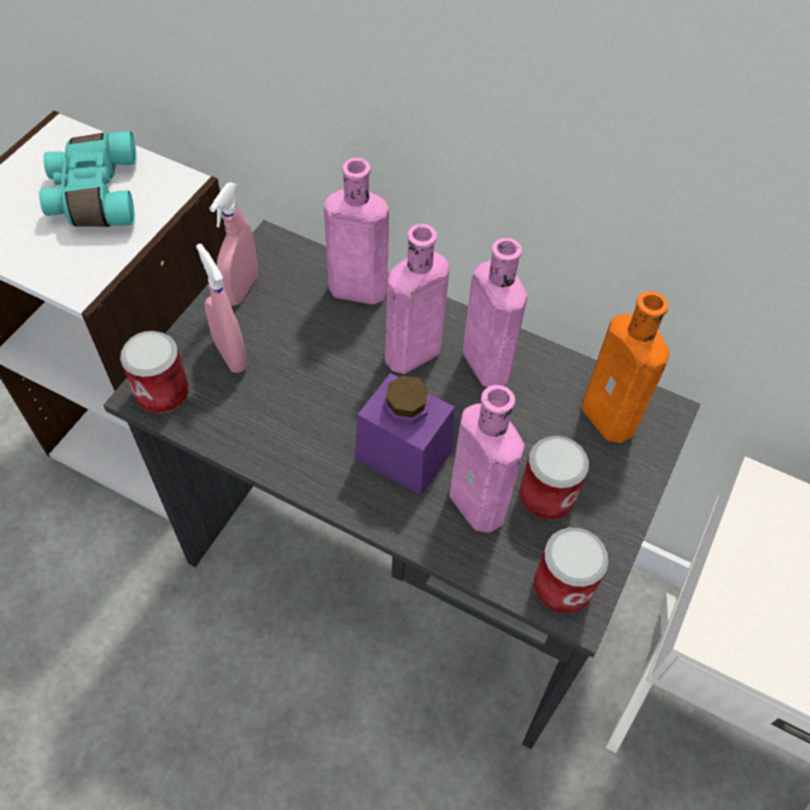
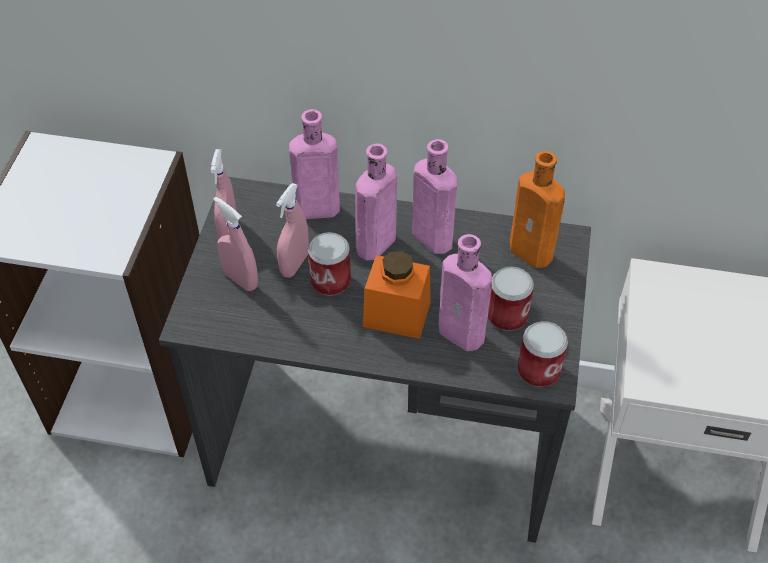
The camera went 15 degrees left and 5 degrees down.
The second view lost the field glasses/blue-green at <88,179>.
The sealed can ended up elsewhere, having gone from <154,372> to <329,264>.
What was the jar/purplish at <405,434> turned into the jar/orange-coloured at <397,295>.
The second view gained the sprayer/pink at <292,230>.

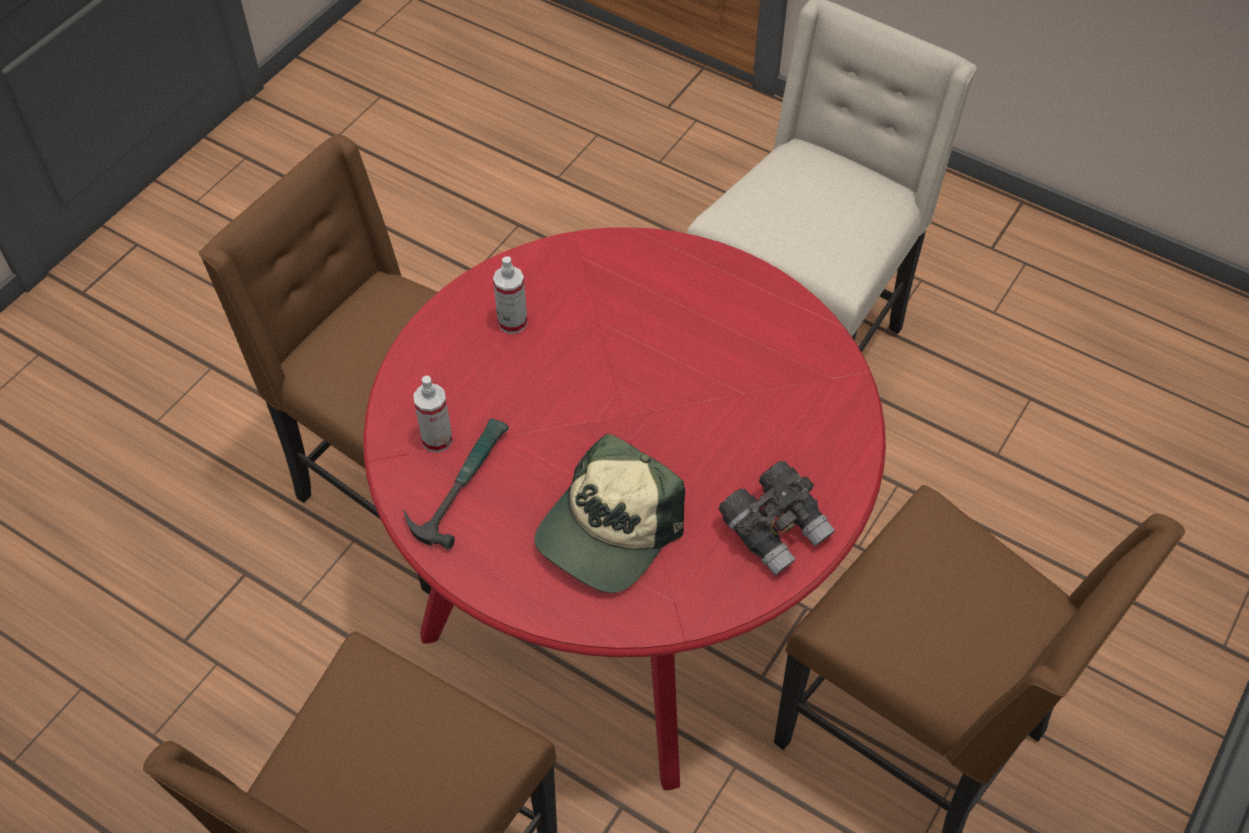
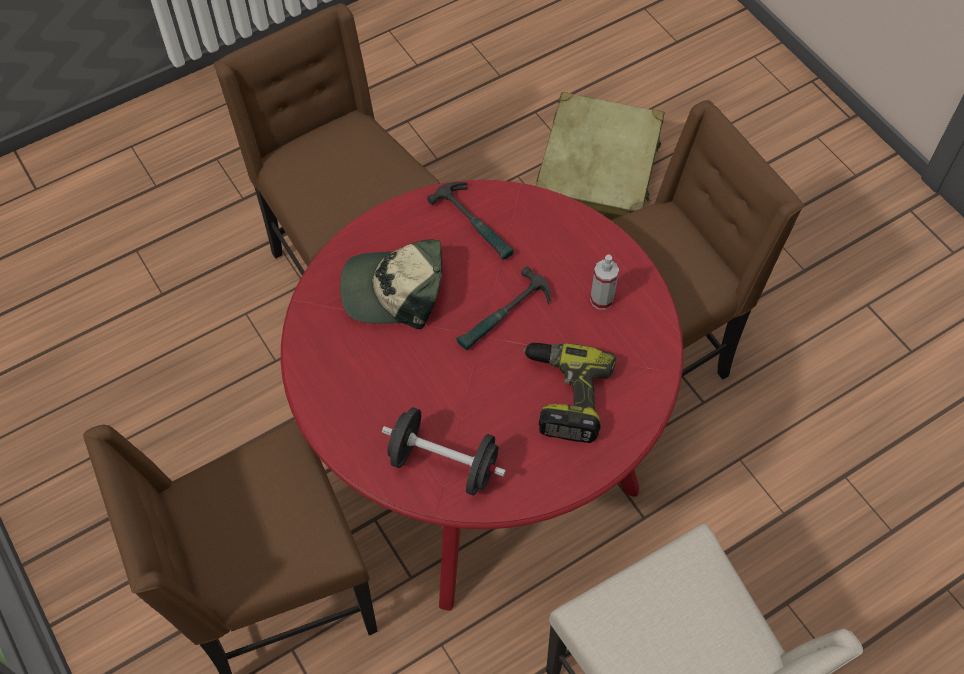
The camera went 115 degrees right and 5 degrees up.
The second view lost the sprayer at <433,414>.
The baseball cap at <609,513> ended up facing another way, 60 degrees counterclockwise from before.
The second view lost the field glasses/gray at <777,518>.
The second view gained the dumbbell/black at <444,451>.
The second view gained the tool hammer at <503,308>.
The second view gained the drill at <569,393>.
The second view gained the travel case/sand-coloured at <600,156>.

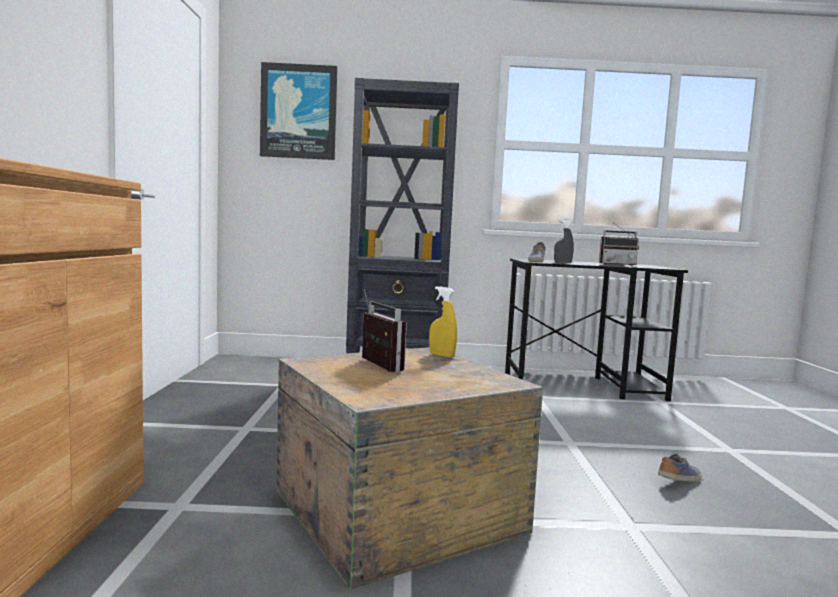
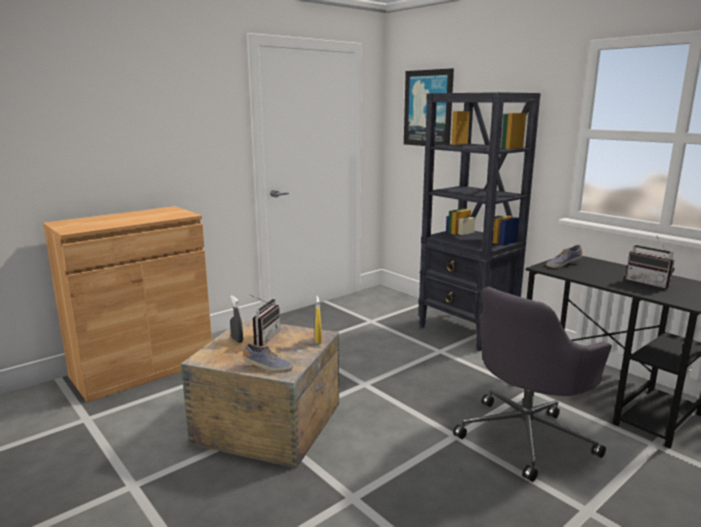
The camera went 50 degrees right and 10 degrees up.
The sprayer/gray ended up elsewhere, having gone from <564,241> to <236,319>.
The item of footwear ended up elsewhere, having gone from <680,468> to <267,358>.
The second view gained the computer chair/gray at <532,384>.

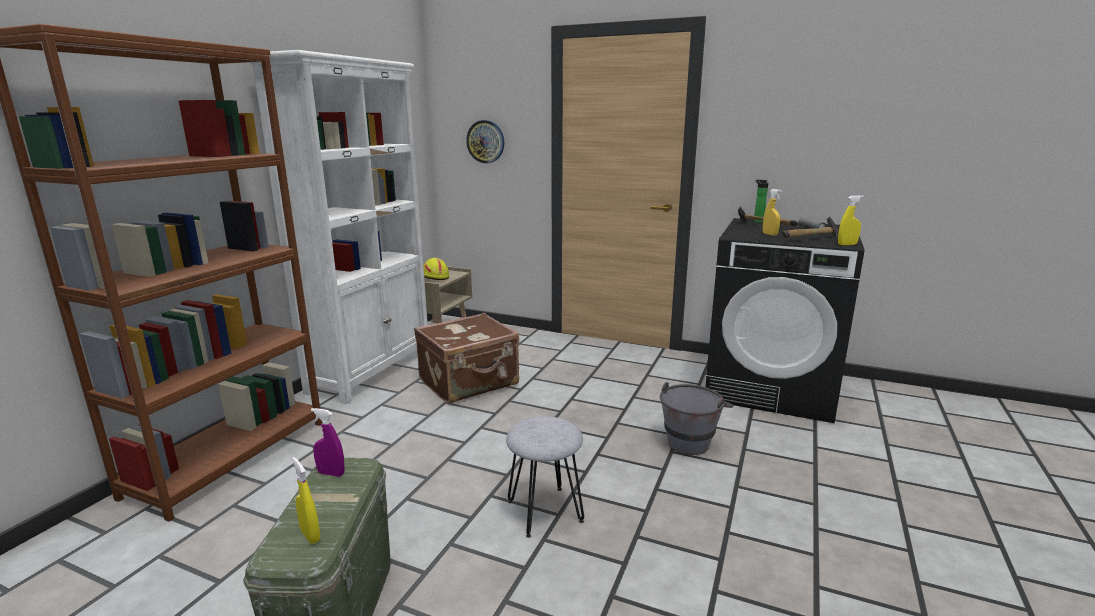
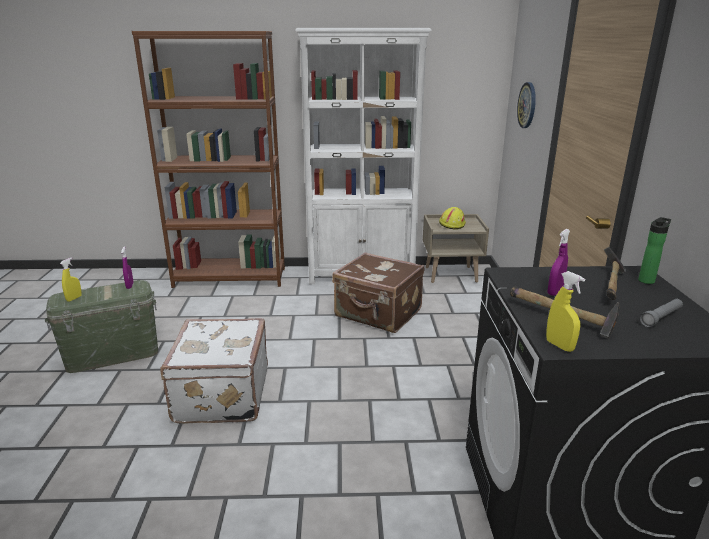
The camera went 65 degrees right and 5 degrees up.
Where the sitting stool/gray stood at <545,477>, the travel case/white-coloured came to stand at <214,371>.
The second view lost the pail/gray at <696,418>.
What was the sprayer/yellow-coloured at <772,212> turned into the sprayer/purplish at <559,262>.

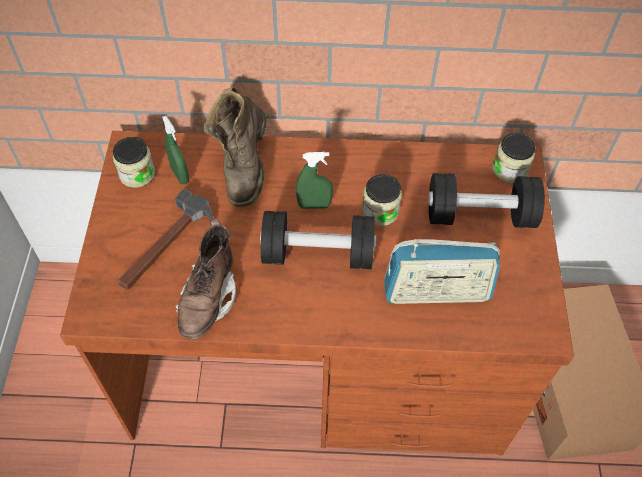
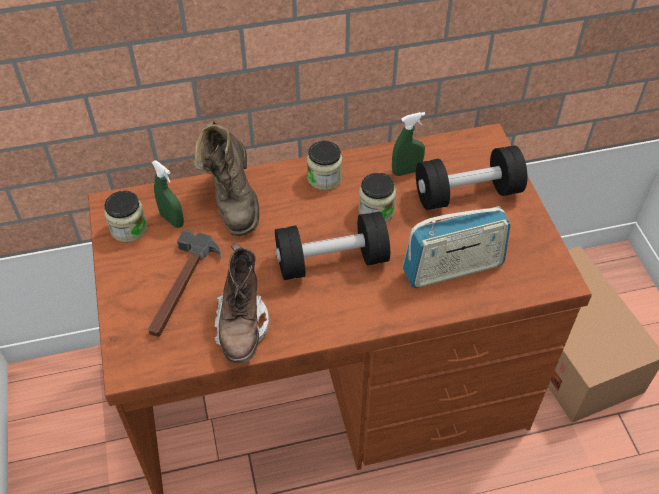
The camera went 15 degrees left and 5 degrees down.
The sprayer/greenish ended up elsewhere, having gone from <314,180> to <408,144>.
The jar ended up elsewhere, having gone from <513,158> to <325,165>.

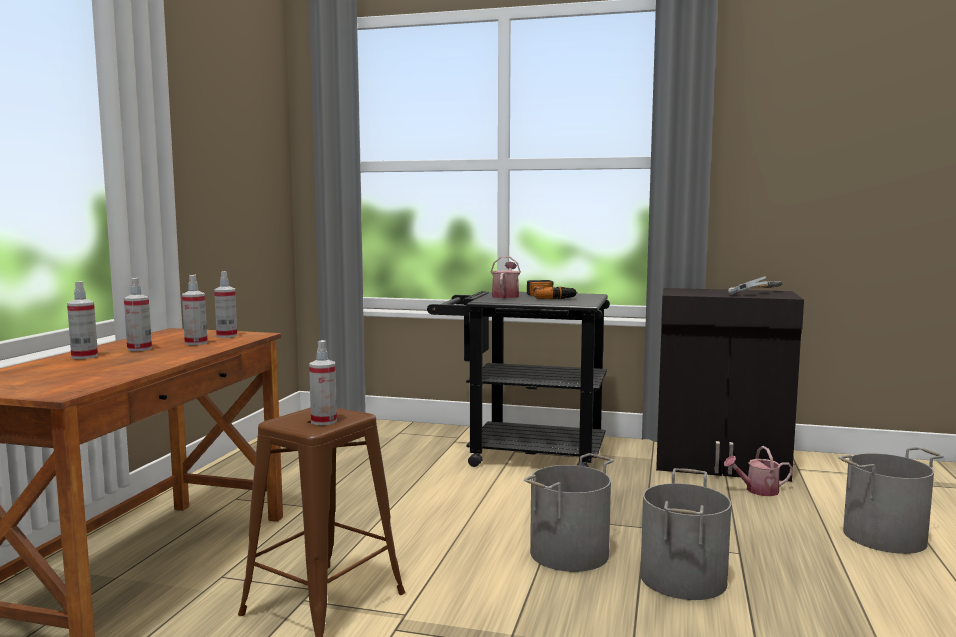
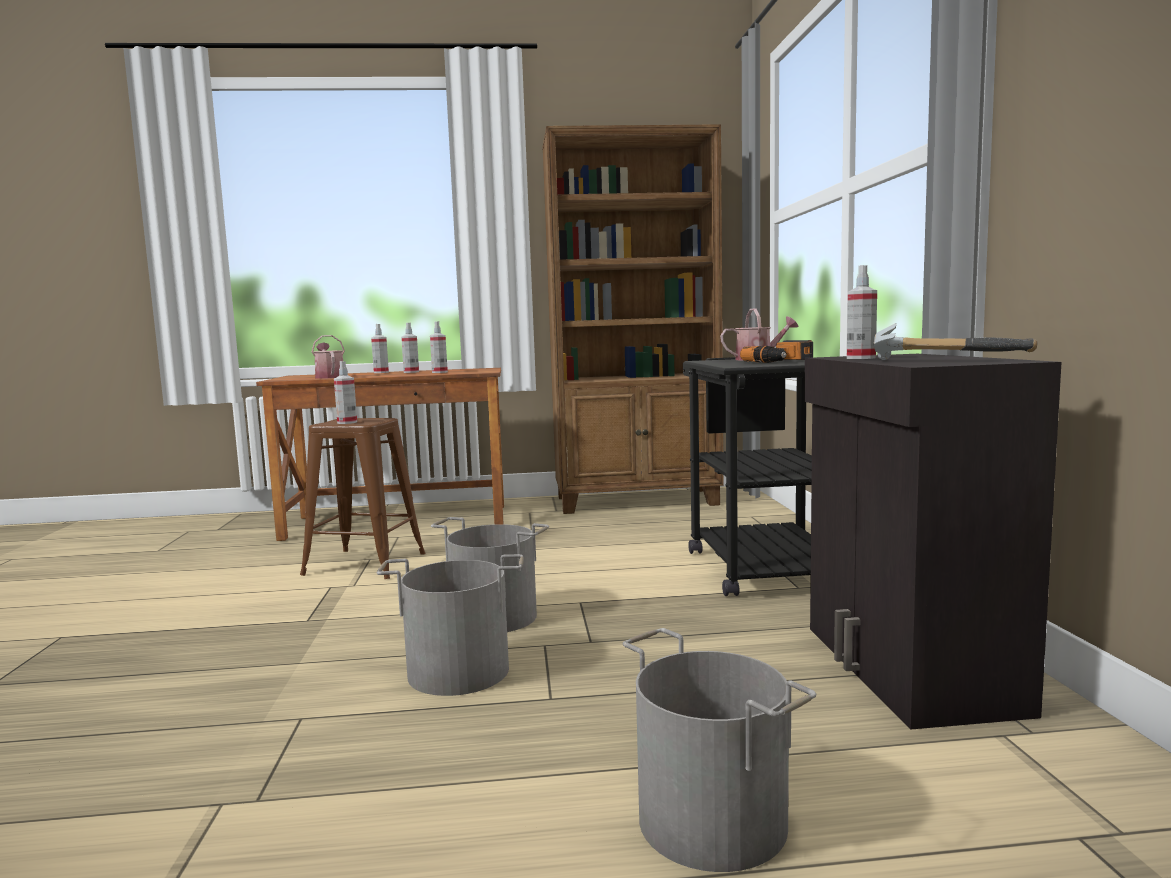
The camera went 70 degrees right and 0 degrees up.
The sprayer ended up elsewhere, having gone from <225,304> to <862,312>.
The watering can ended up elsewhere, having gone from <758,471> to <328,357>.
The second view gained the shelving unit/brown-coloured at <633,319>.

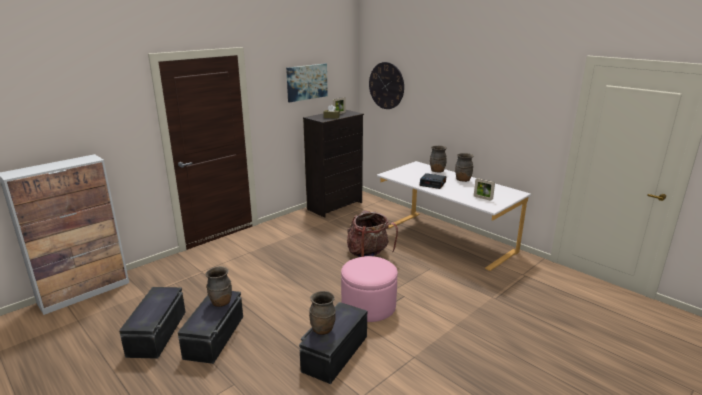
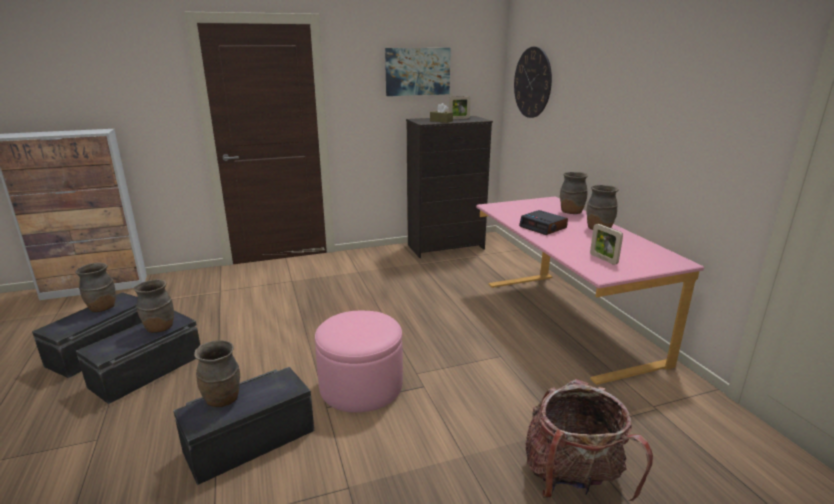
The camera went 25 degrees right and 0 degrees up.
The knapsack ended up elsewhere, having gone from <372,234> to <589,440>.
What was the desk unit/white-coloured at <454,216> turned into the desk unit/pink at <590,290>.
The second view gained the vase/brown-coloured at <95,287>.

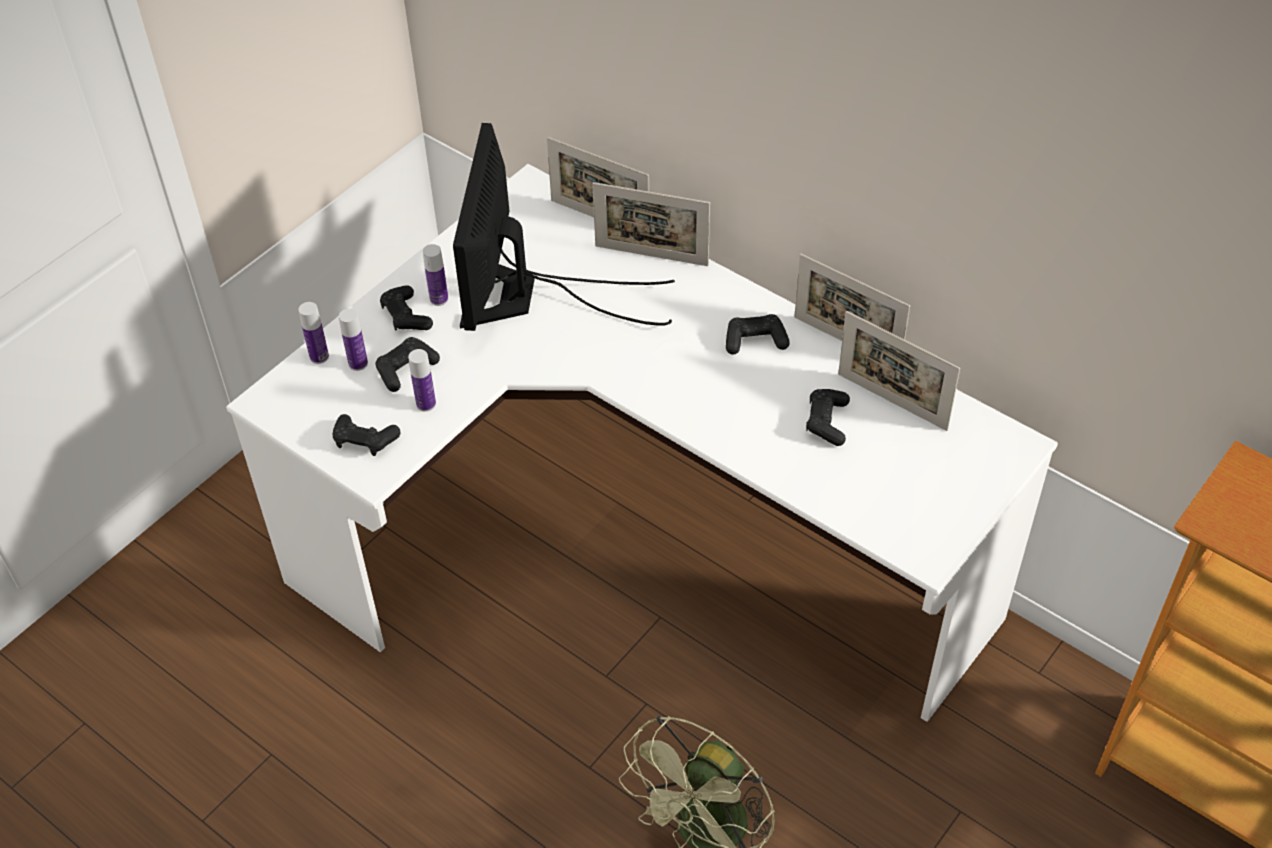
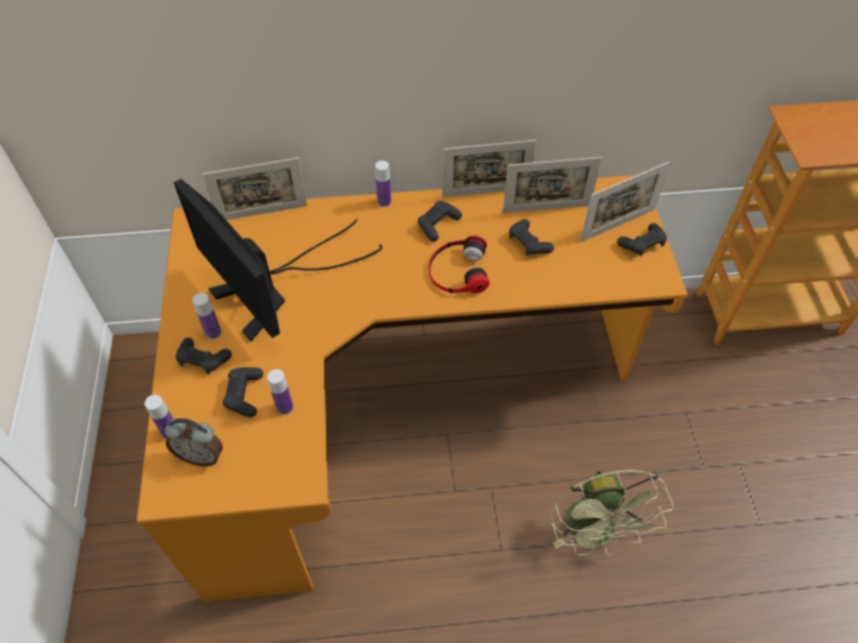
The camera went 45 degrees left and 5 degrees up.
What was the desk unit/white-coloured at <642,443> turned into the desk unit/orange-coloured at <412,388>.
The gamepad/black ended up elsewhere, having gone from <366,435> to <642,239>.
The drink bottle ended up elsewhere, having gone from <353,340> to <383,183>.
The standing frame ended up elsewhere, having gone from <651,224> to <625,202>.
The second view gained the table clock at <194,442>.
The second view gained the pair of headphones at <459,264>.

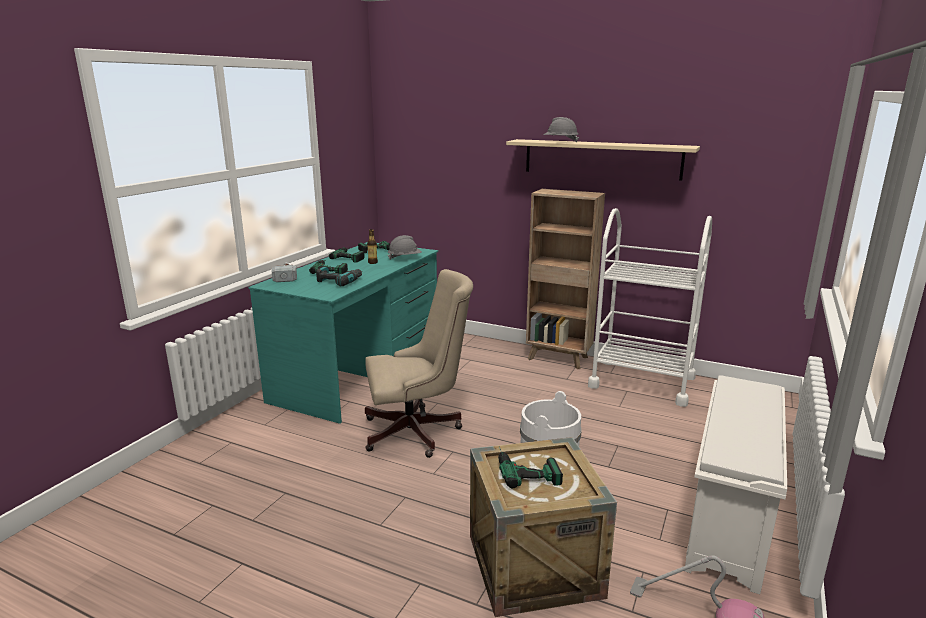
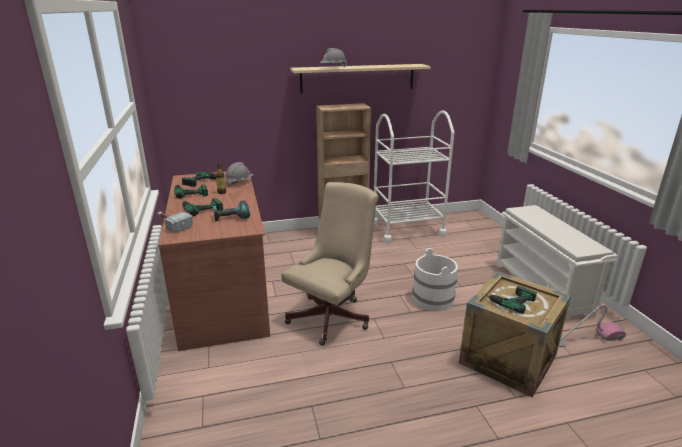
The camera went 40 degrees left and 5 degrees up.
What was the desk unit/blue-green at <343,333> turned into the desk unit/brown-coloured at <214,260>.

